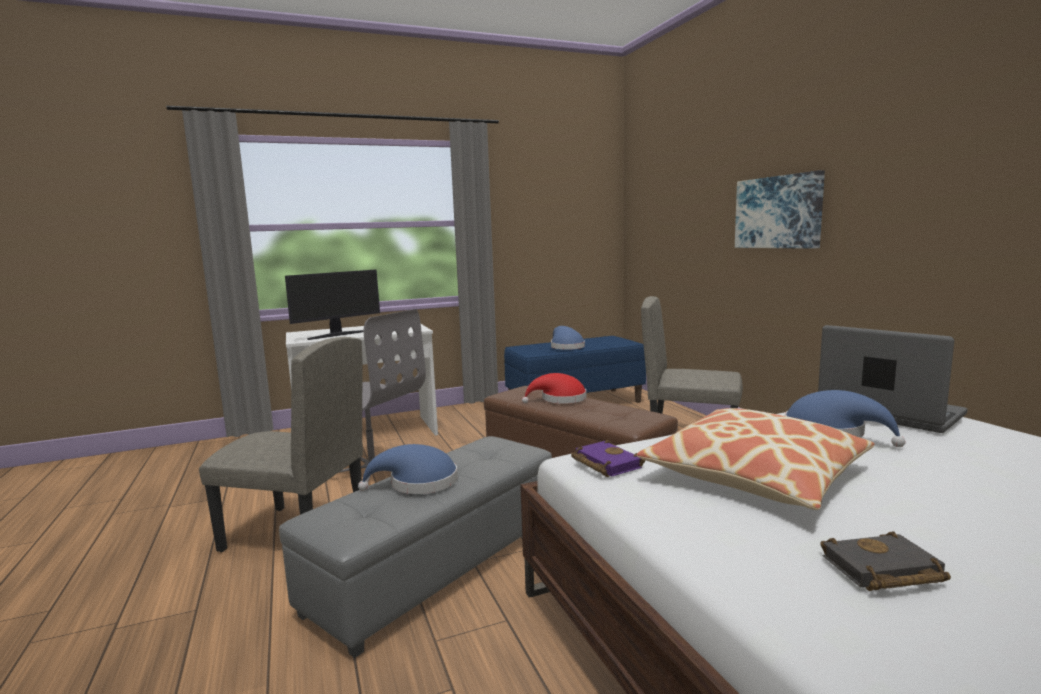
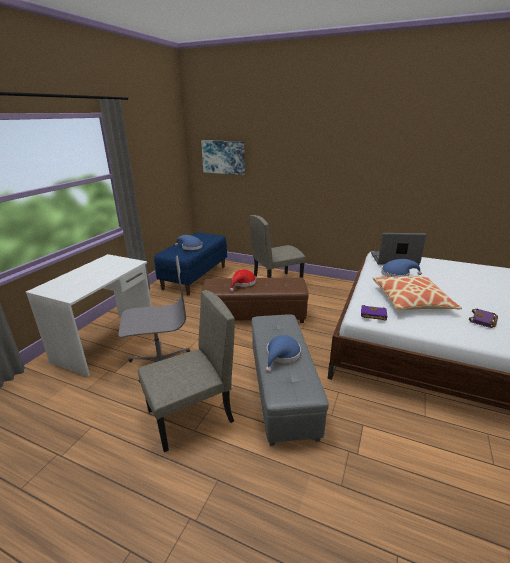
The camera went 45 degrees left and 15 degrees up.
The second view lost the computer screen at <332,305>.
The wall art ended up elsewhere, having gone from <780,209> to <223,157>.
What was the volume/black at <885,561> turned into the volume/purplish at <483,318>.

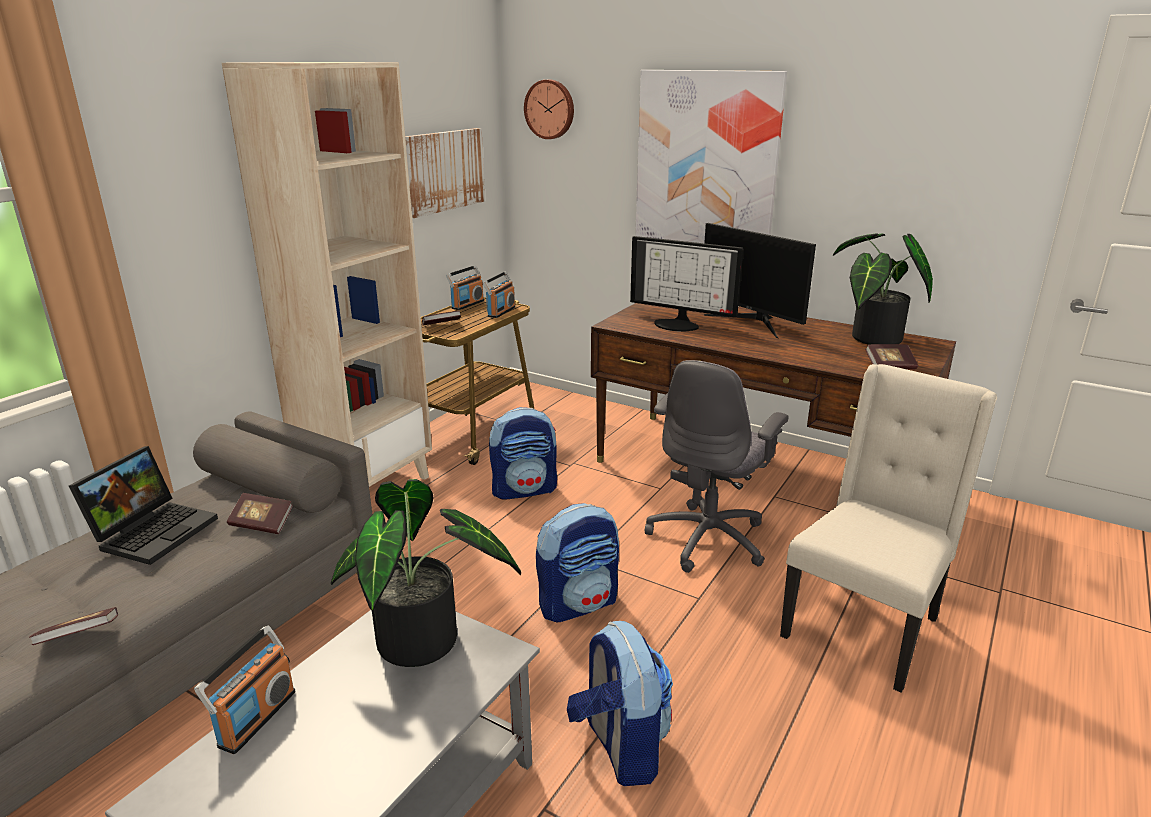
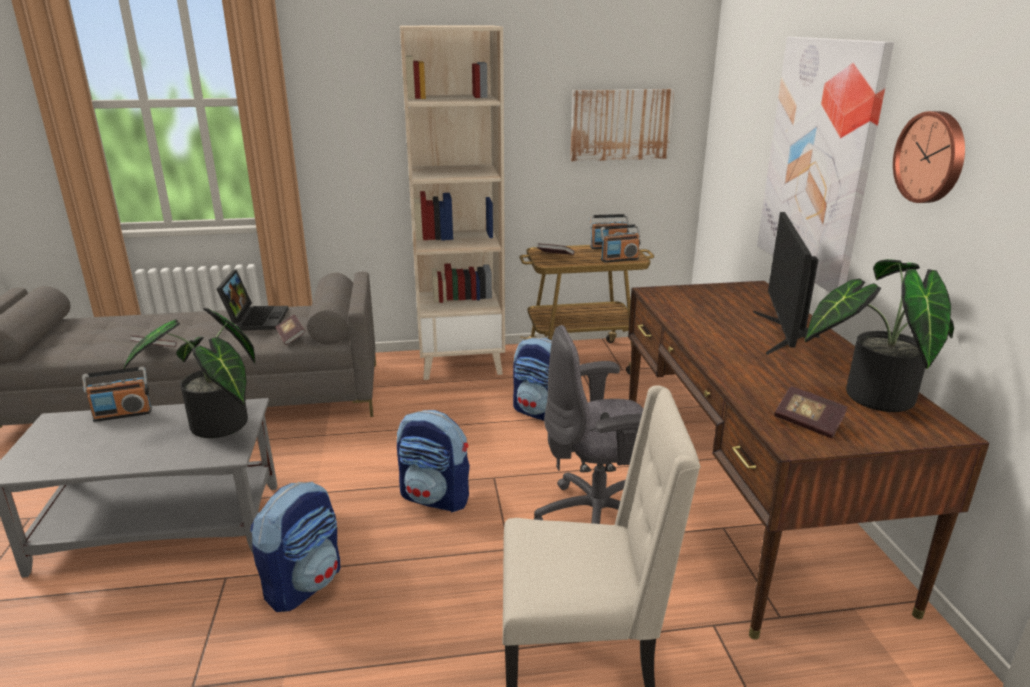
The camera went 50 degrees right and 0 degrees up.
The notebook computer at <143,505> ended up facing another way, 75 degrees counterclockwise from before.
The clock on the wall ended up elsewhere, having gone from <549,109> to <929,157>.
The second view lost the computer screen at <686,284>.

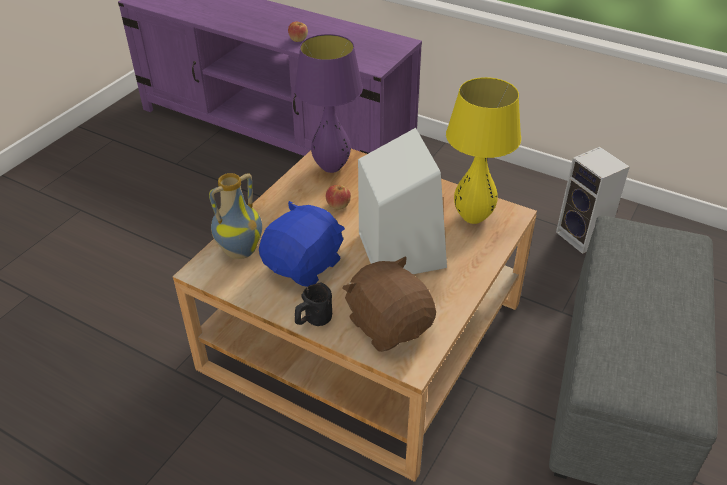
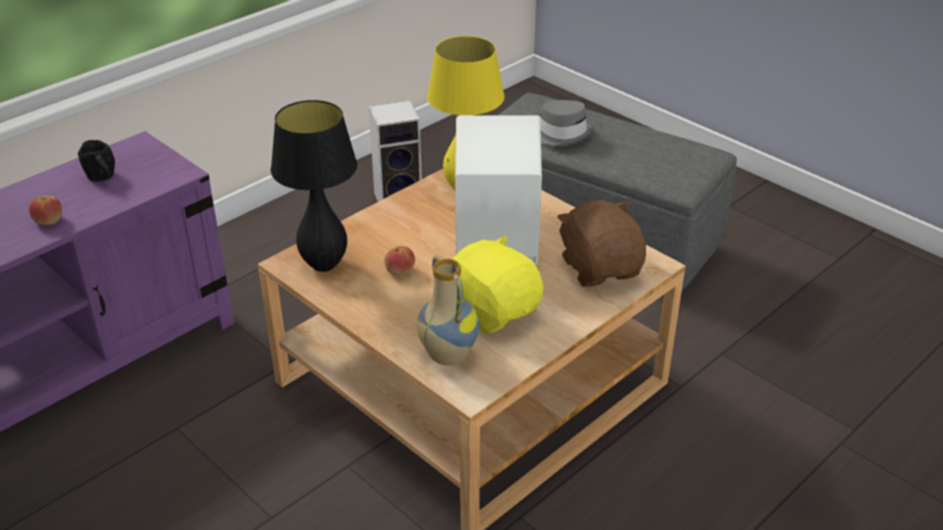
The camera went 75 degrees left and 5 degrees down.
What was the soft toy/bluish at <302,244> turned into the soft toy/yellow-coloured at <498,284>.
What was the lamp for a table/purplish at <328,103> turned into the lamp for a table/black at <314,186>.
The mug/black ended up elsewhere, having gone from <313,304> to <96,160>.
The soft toy/brown-coloured at <389,304> ended up facing another way, 90 degrees clockwise from before.
The second view gained the wearable hat/gray at <567,123>.

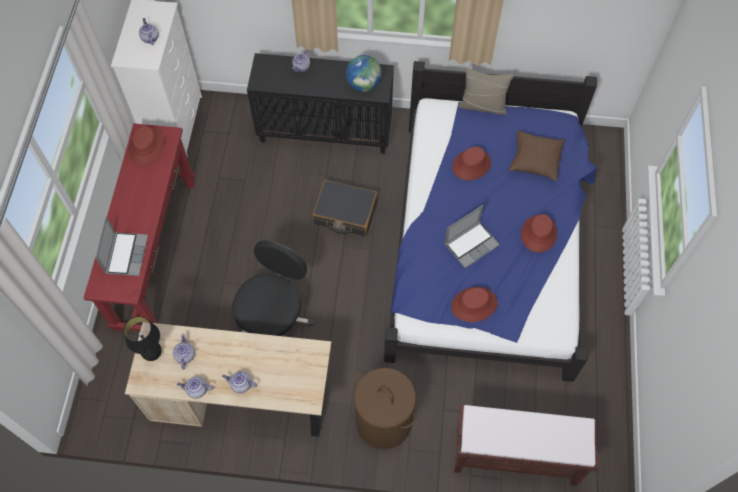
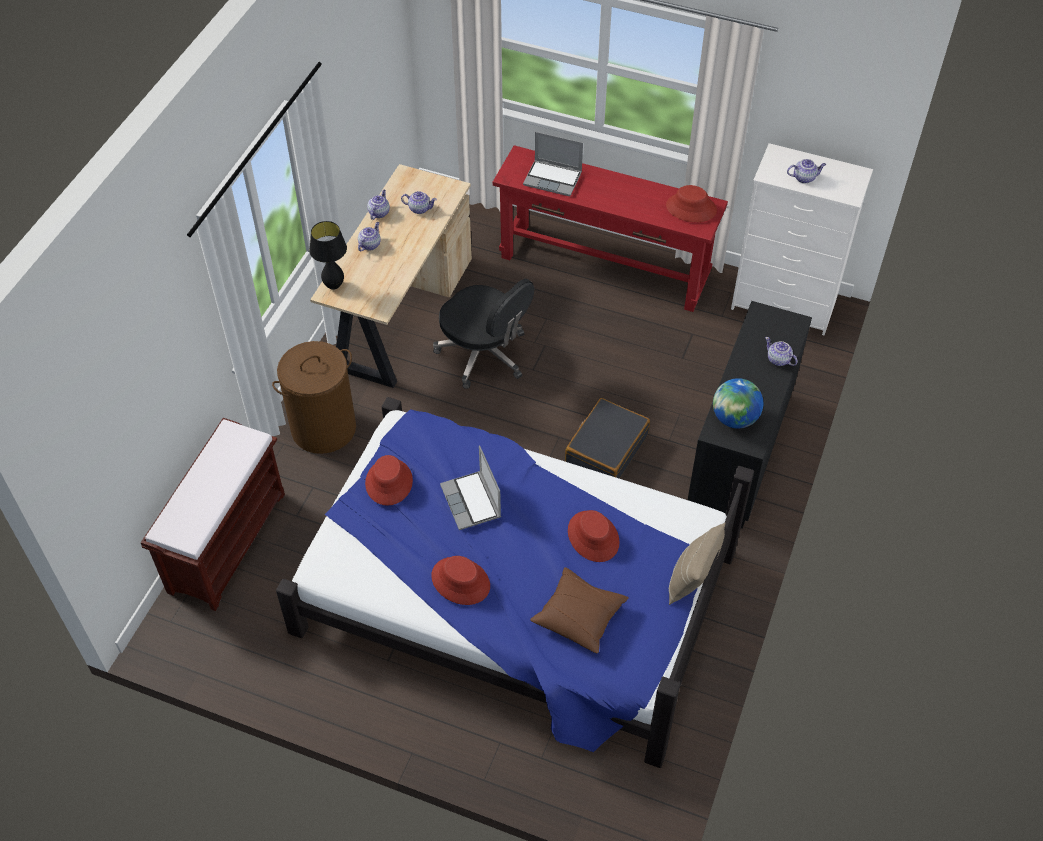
The camera went 105 degrees right and 10 degrees down.
The lamp for a table/black ended up elsewhere, having gone from <143,338> to <328,255>.

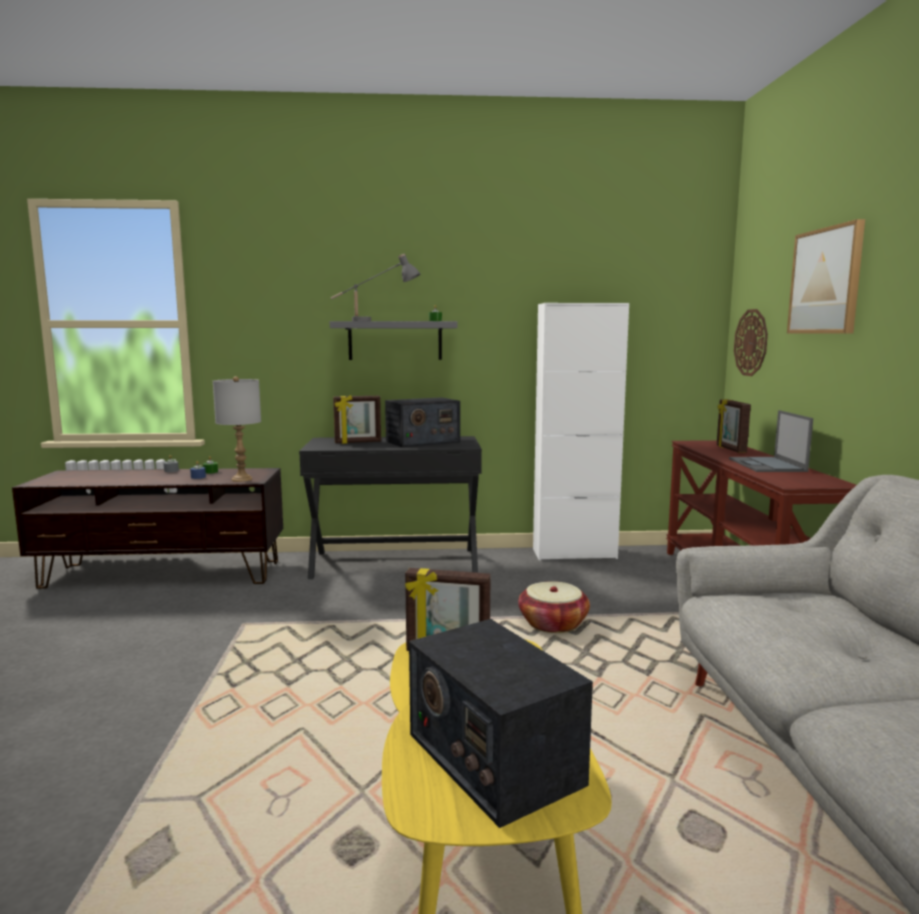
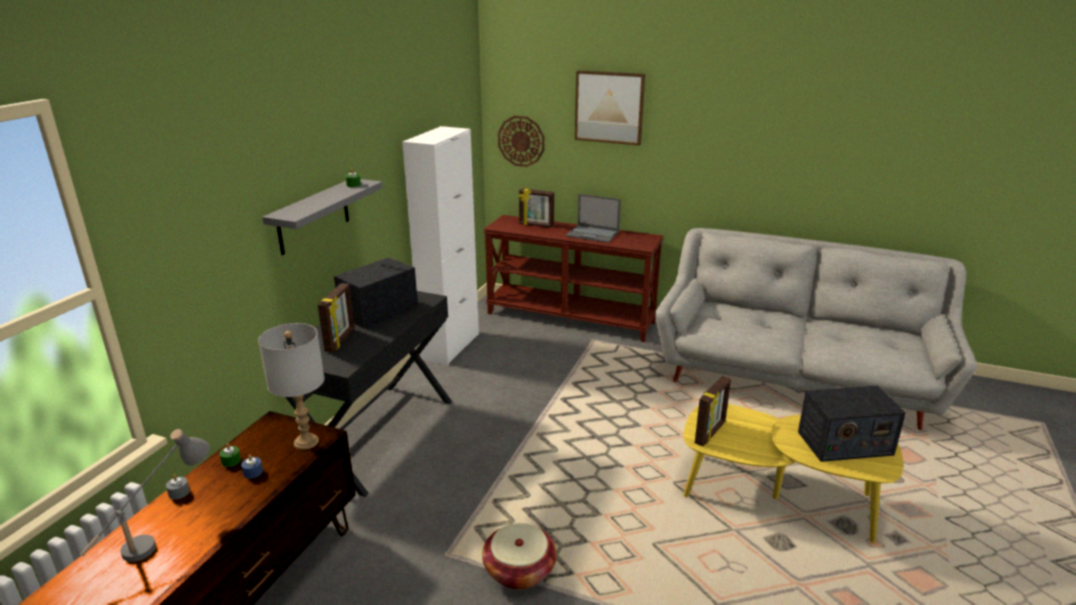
The camera went 65 degrees left and 15 degrees up.
The lamp for a table/gray ended up elsewhere, having gone from <375,287> to <145,495>.
The radio at <422,422> ended up facing another way, 135 degrees counterclockwise from before.
The storage basket ended up elsewhere, having gone from <554,607> to <519,556>.

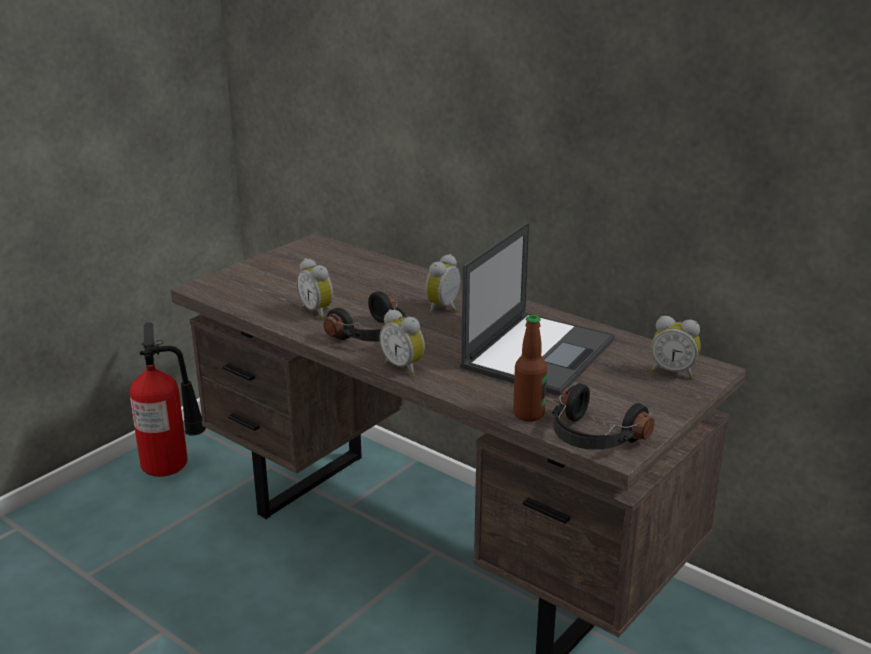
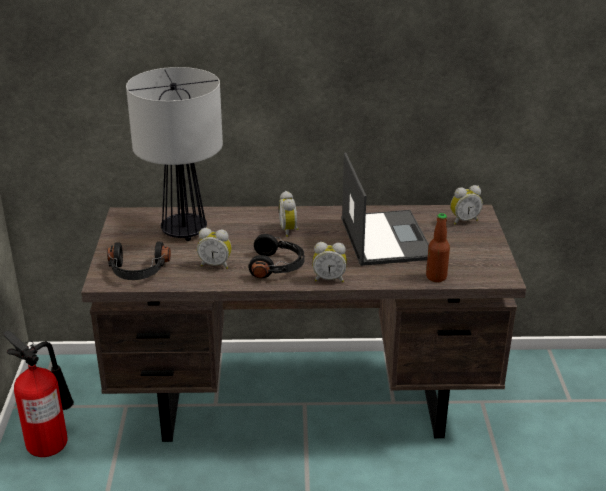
The camera went 40 degrees left and 5 degrees up.
The pair of headphones/black ended up elsewhere, having gone from <603,416> to <139,260>.
The second view gained the lamp for a table at <174,154>.

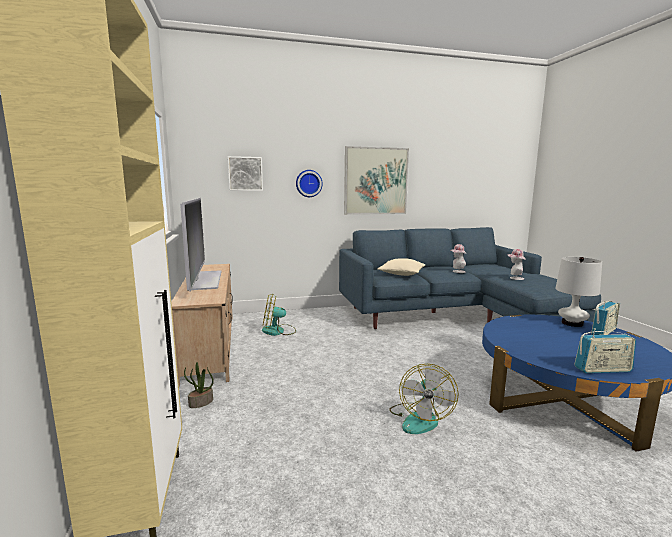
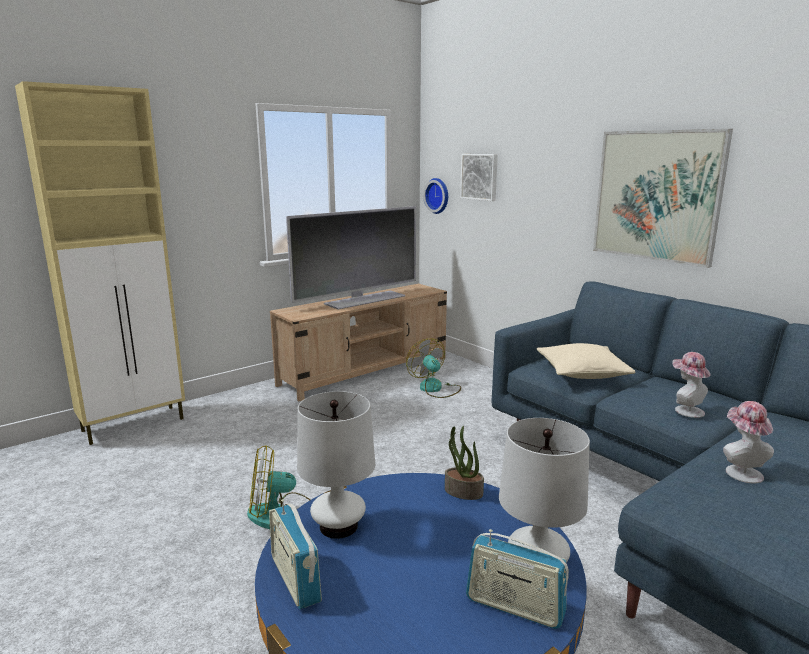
The camera went 65 degrees right and 5 degrees up.
The potted plant ended up elsewhere, having gone from <199,385> to <464,463>.
The clock on the wall ended up elsewhere, having gone from <309,183> to <435,196>.
The second view gained the lamp for a table/white-coloured at <336,465>.

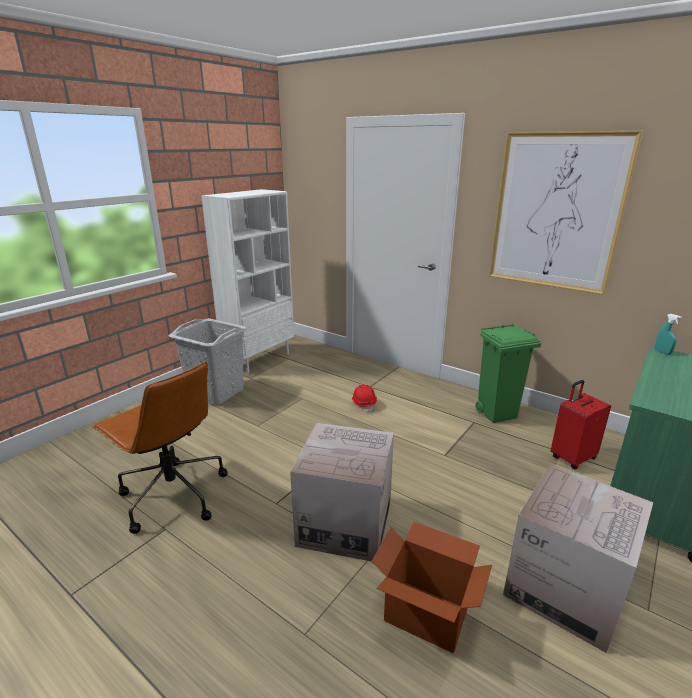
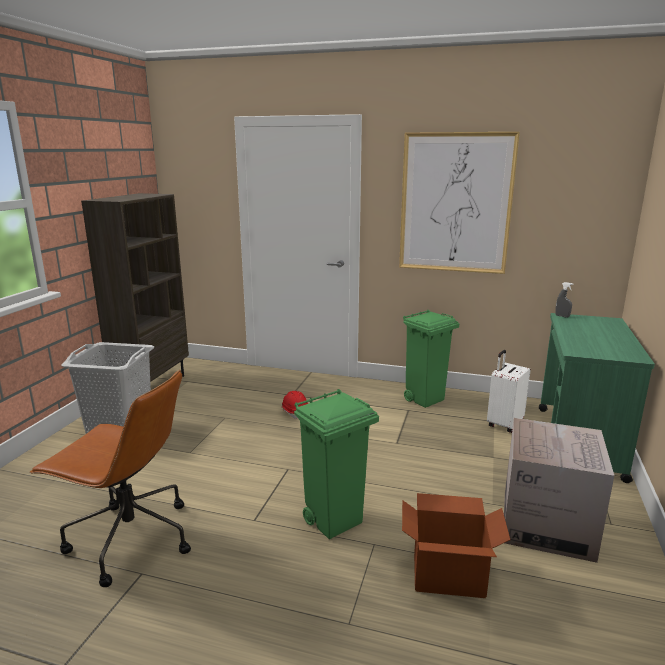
The camera went 20 degrees left and 5 degrees down.
What was the shelving unit/white-coloured at <247,281> turned into the shelving unit/brown-coloured at <135,287>.
Where the cardboard box stood at <342,492>, the trash can/greenish came to stand at <336,464>.
What was the travel case/red at <581,425> turned into the travel case/white-coloured at <509,391>.
What was the sprayer/blue-green at <668,334> turned into the sprayer/gray at <564,299>.

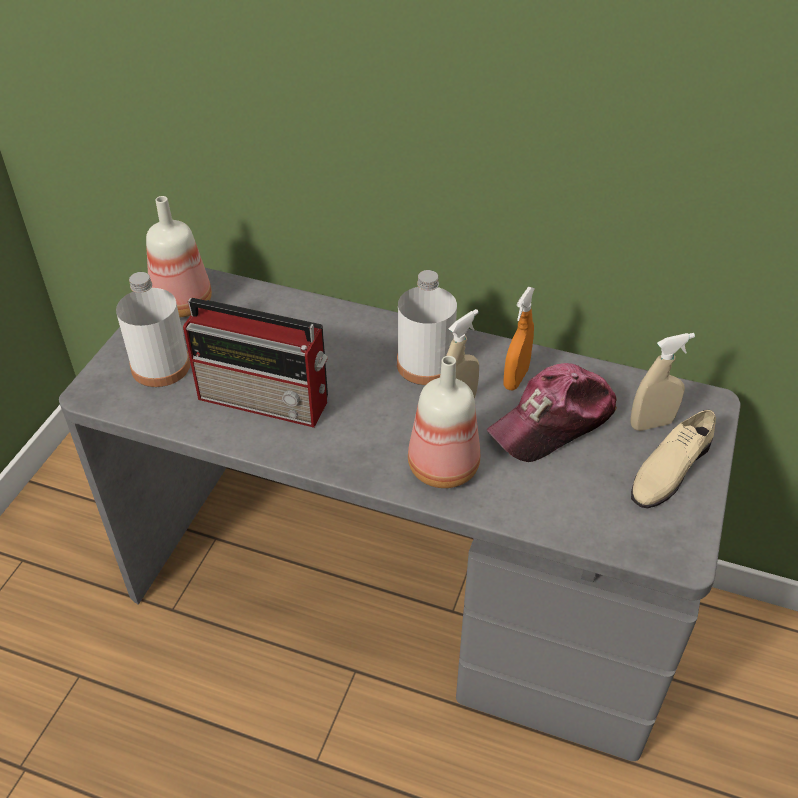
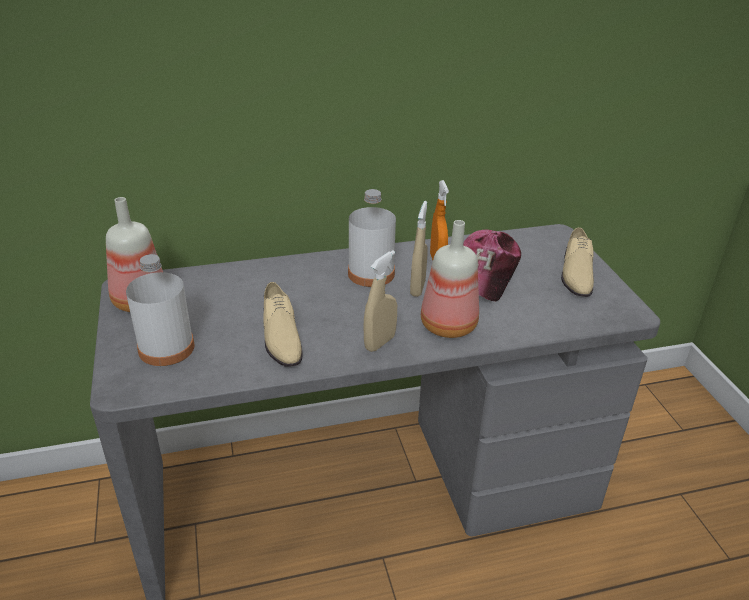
The camera went 35 degrees left and 10 degrees down.
Where the radio stood at <255,363>, the item of footwear/sand-coloured came to stand at <282,324>.
The sprayer/sand-coloured ended up elsewhere, having gone from <663,382> to <380,301>.

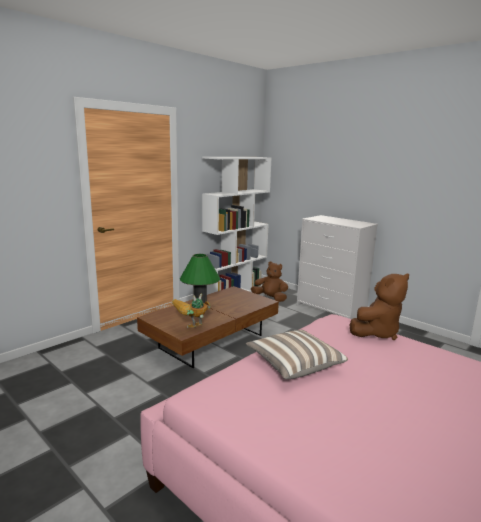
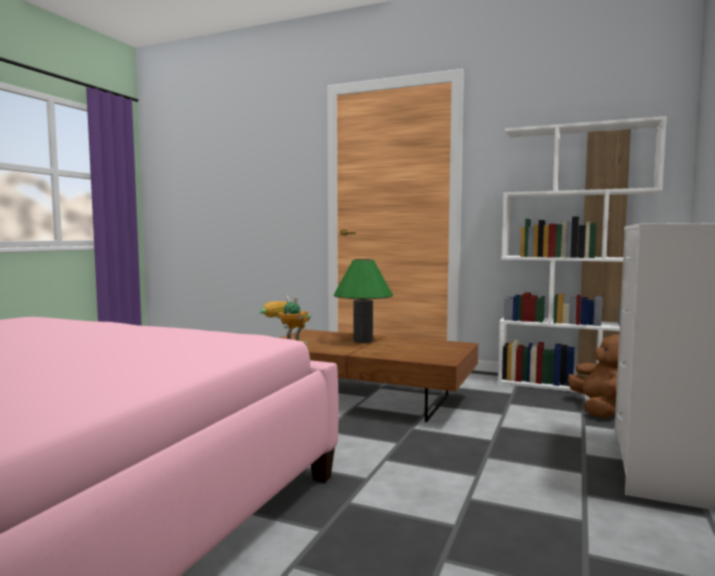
The camera went 70 degrees right and 10 degrees down.
The second view lost the cushion at <297,354>.
The second view lost the soft toy/brown-coloured at <379,307>.

